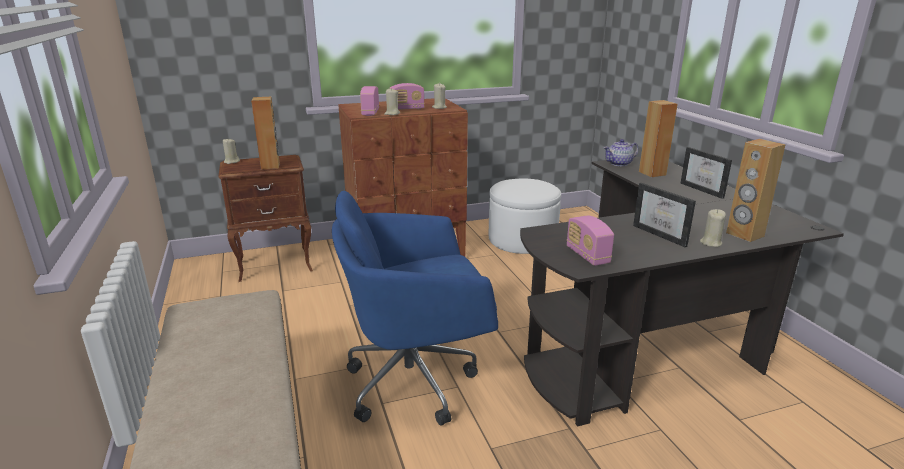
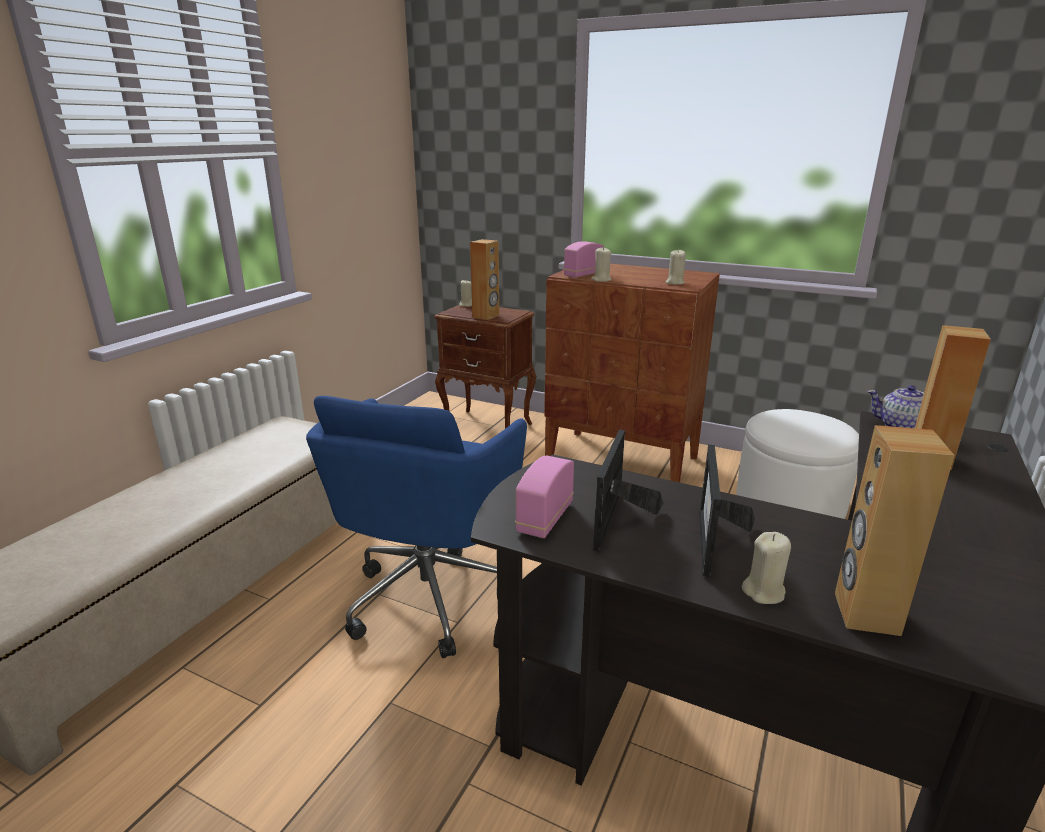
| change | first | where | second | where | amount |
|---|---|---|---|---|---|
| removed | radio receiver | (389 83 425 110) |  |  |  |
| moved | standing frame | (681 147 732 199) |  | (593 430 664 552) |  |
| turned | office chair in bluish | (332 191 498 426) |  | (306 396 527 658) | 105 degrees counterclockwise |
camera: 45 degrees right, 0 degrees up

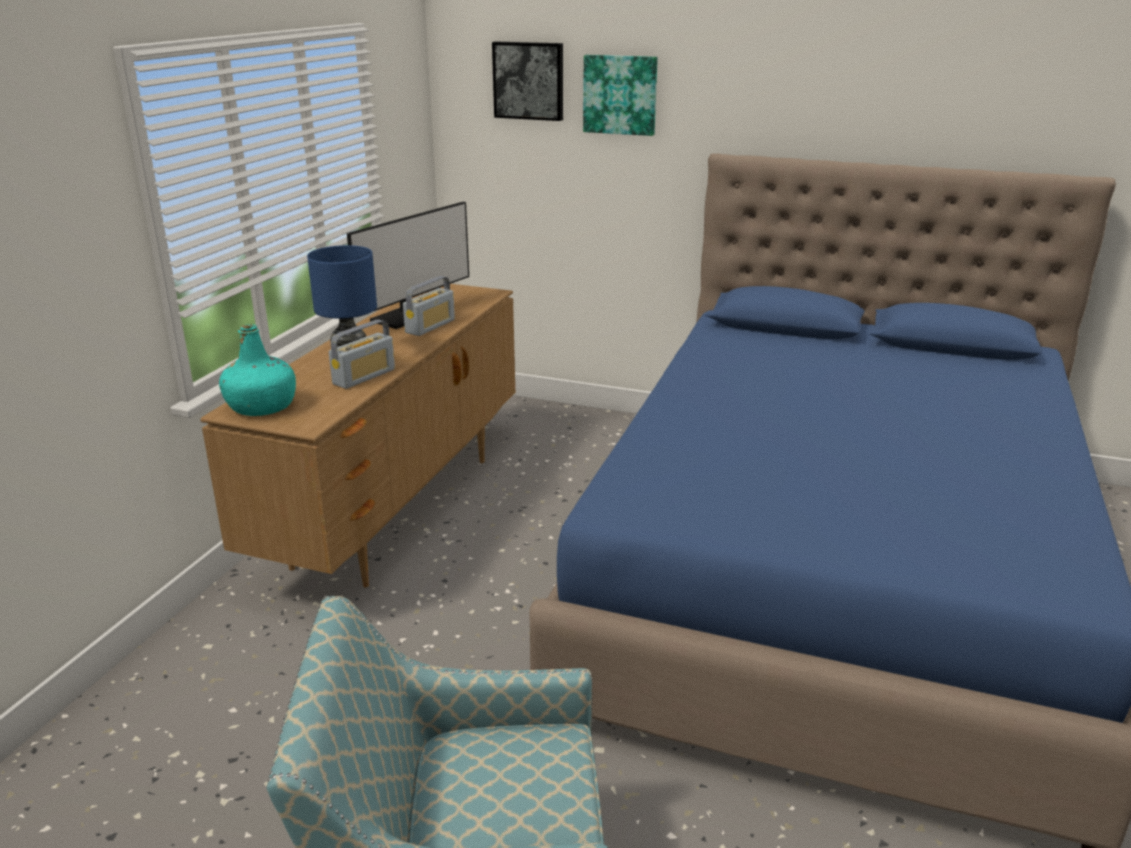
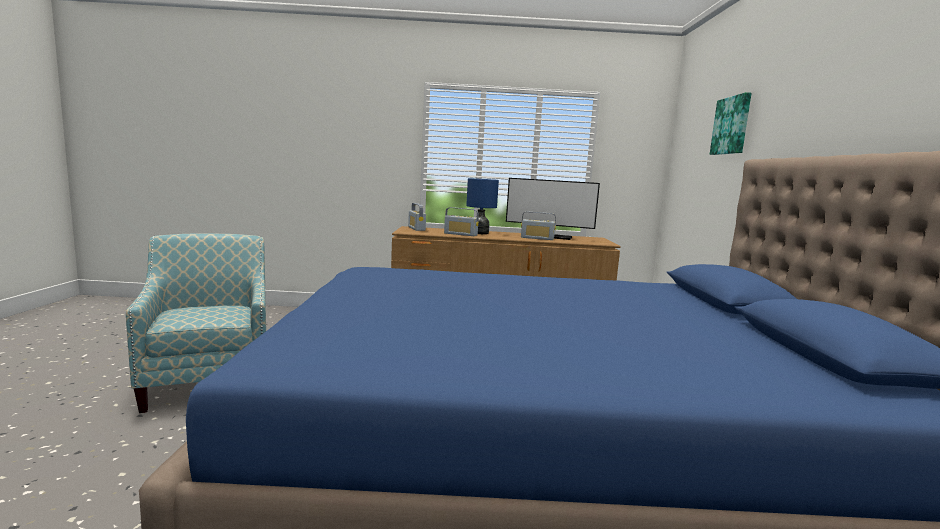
| change | first | where | second | where | amount |
|---|---|---|---|---|---|
| removed | picture | (492 41 563 121) |  |  |  |
| replaced | beverage bottle in blue-green | (219 324 296 416) | radio receiver | (408 203 426 231) |  |
camera: 70 degrees right, 15 degrees down

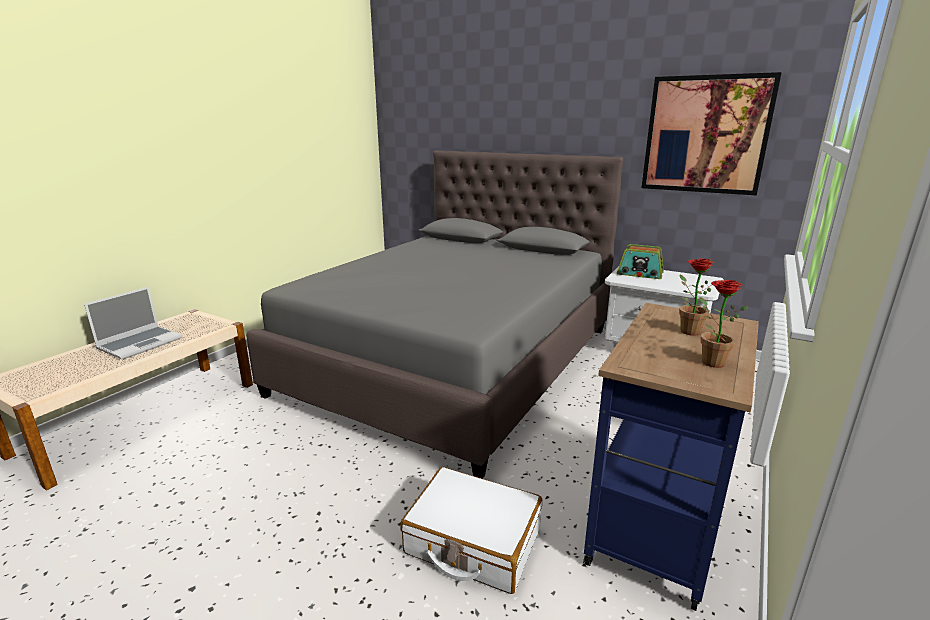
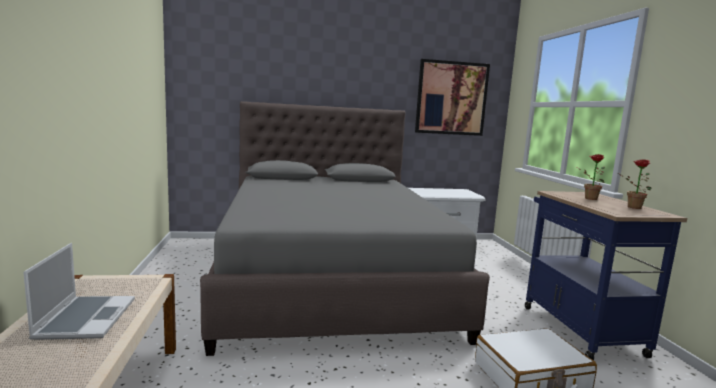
| change | first | where | second | where | amount |
|---|---|---|---|---|---|
| removed | radio receiver | (617 244 664 279) |  |  |  |
camera: 40 degrees left, 10 degrees down

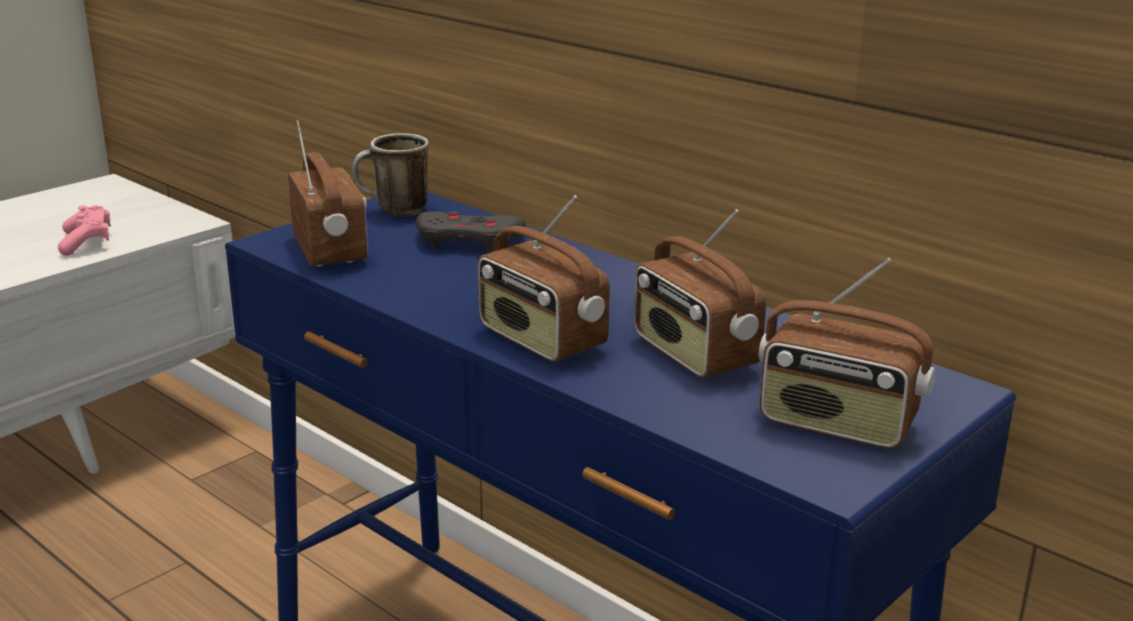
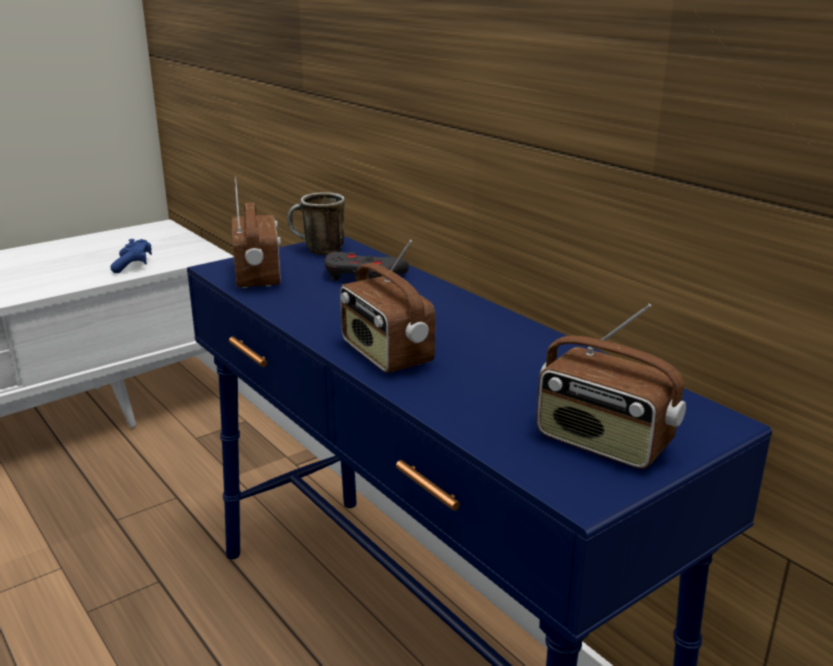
| change | first | where | second | where | amount |
|---|---|---|---|---|---|
| recoloured | gamepad in pinkish | (58 205 111 256) | gamepad in bluish | (110 239 152 273) |  |
| removed | radio receiver | (634 209 766 378) |  |  |  |
camera: 10 degrees right, 0 degrees up

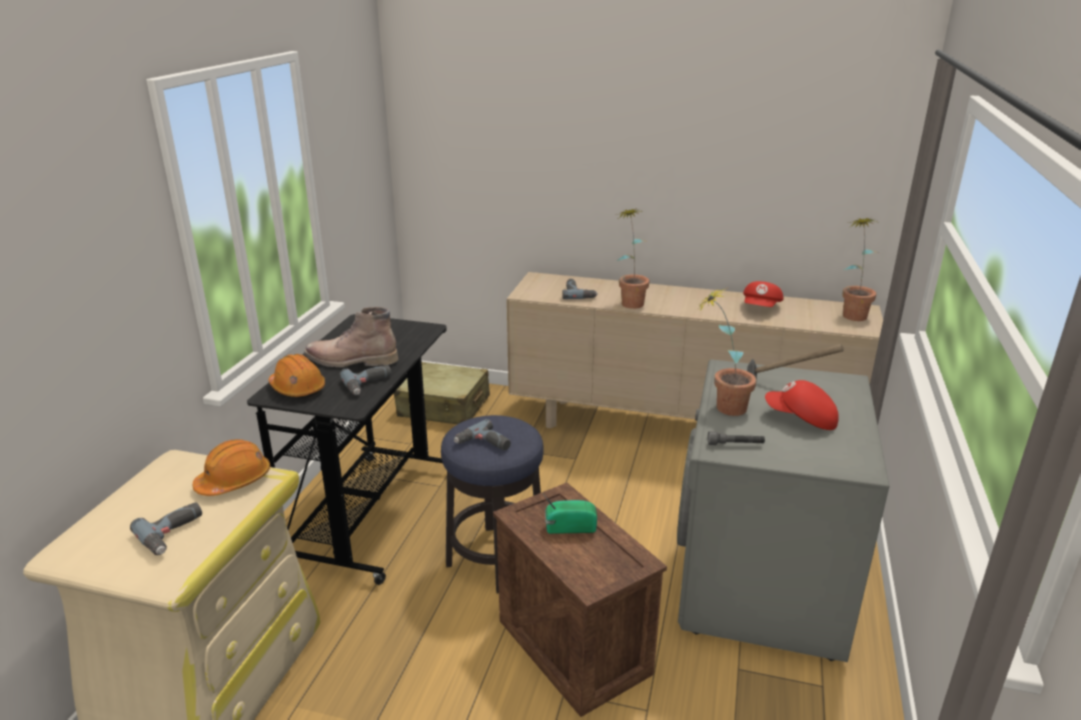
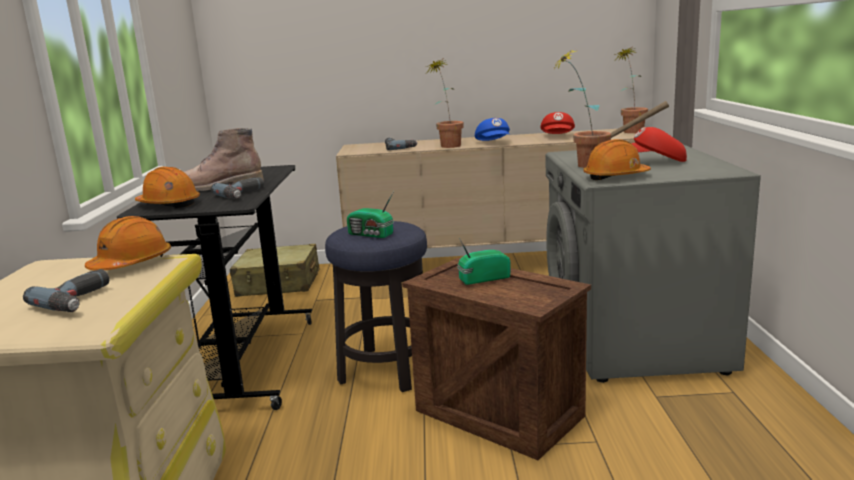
| change | first | where | second | where | amount |
|---|---|---|---|---|---|
| replaced | electric drill | (454 419 511 450) | radio receiver | (347 191 394 238) |  |
| replaced | flashlight in gray | (708 431 765 445) | safety helmet in orangey | (583 139 651 180) |  |
| added |  |  | cap in bluish | (475 118 510 141) |  |
camera: 15 degrees left, 10 degrees down

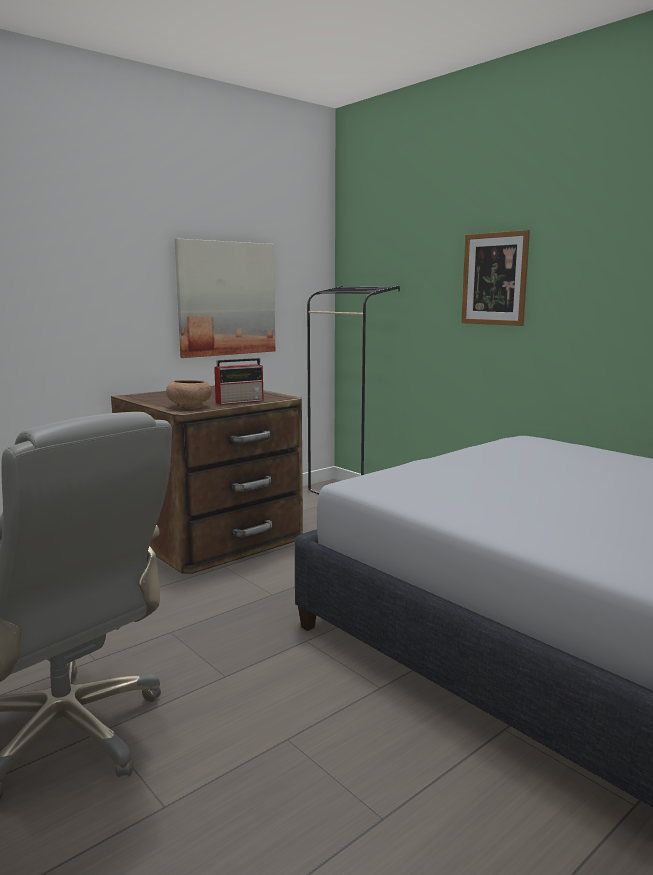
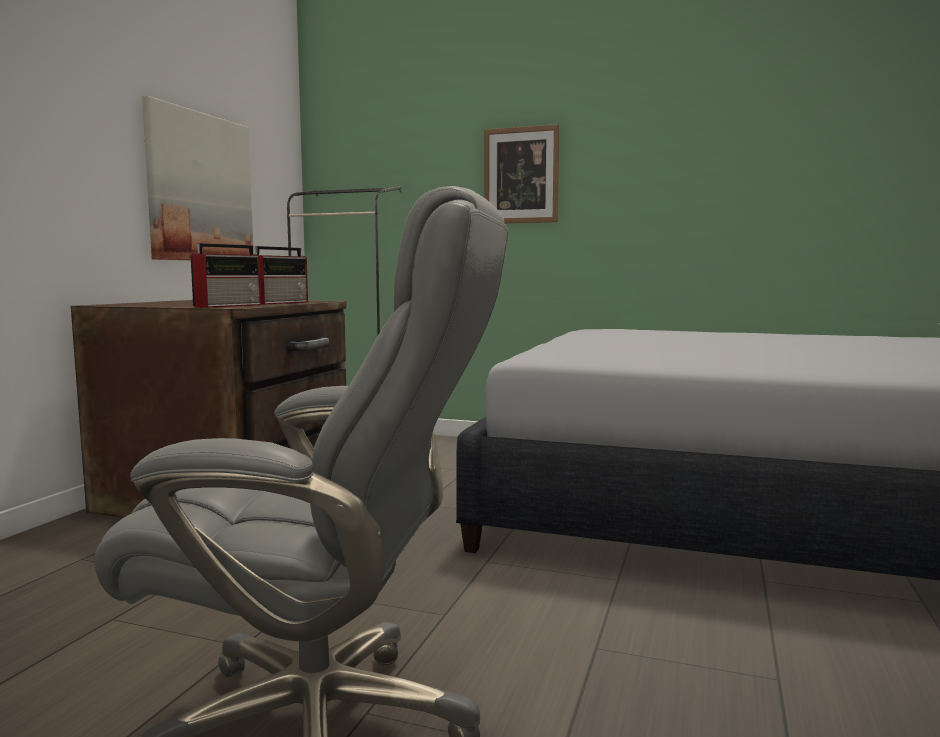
| change | first | where | second | where | amount |
|---|---|---|---|---|---|
| replaced | serving bowl in brown-coloured | (166 380 212 409) | radio receiver | (190 243 261 308) |  |
camera: 30 degrees left, 5 degrees down

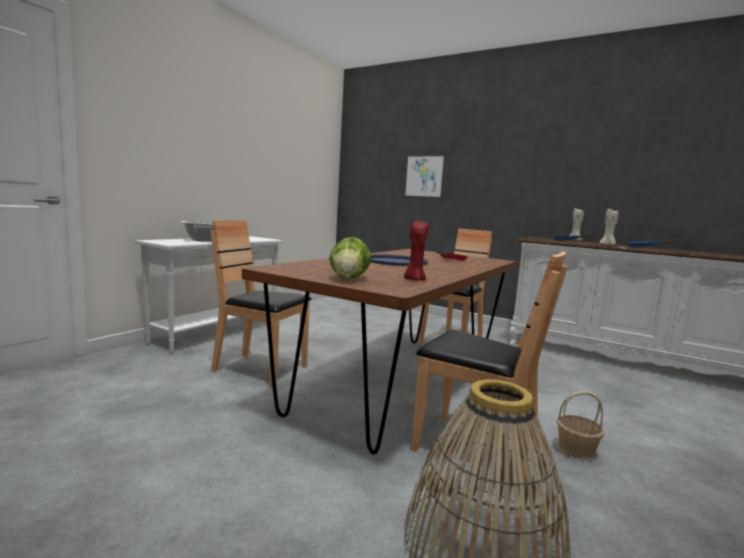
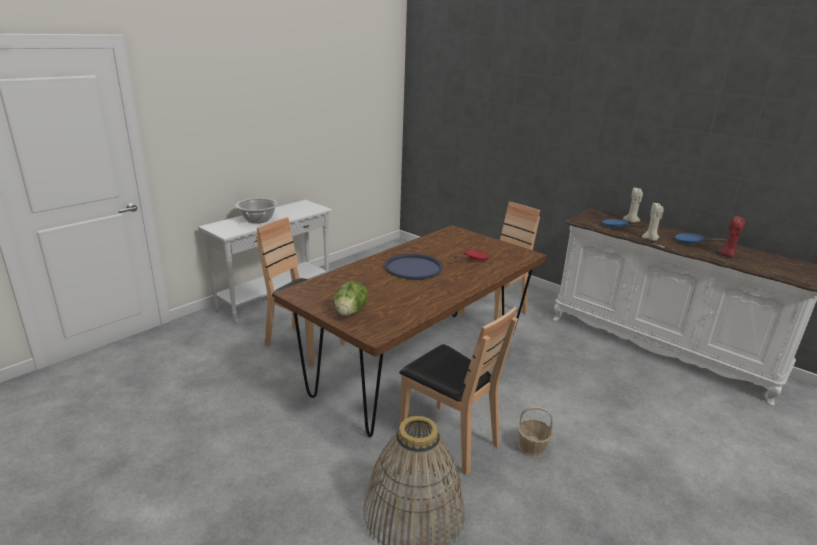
| change | first | where | second | where | amount |
|---|---|---|---|---|---|
| removed | picture | (403 153 447 200) |  |  |  |
| moved | wax light in red | (404 221 429 280) |  | (720 216 746 258) |  |
camera: 10 degrees right, 15 degrees up

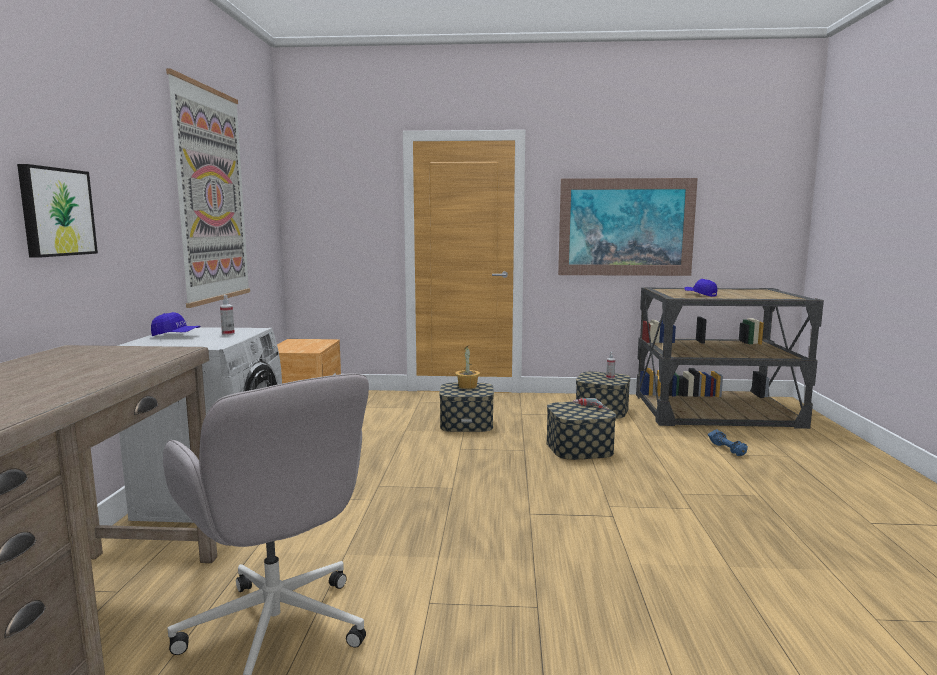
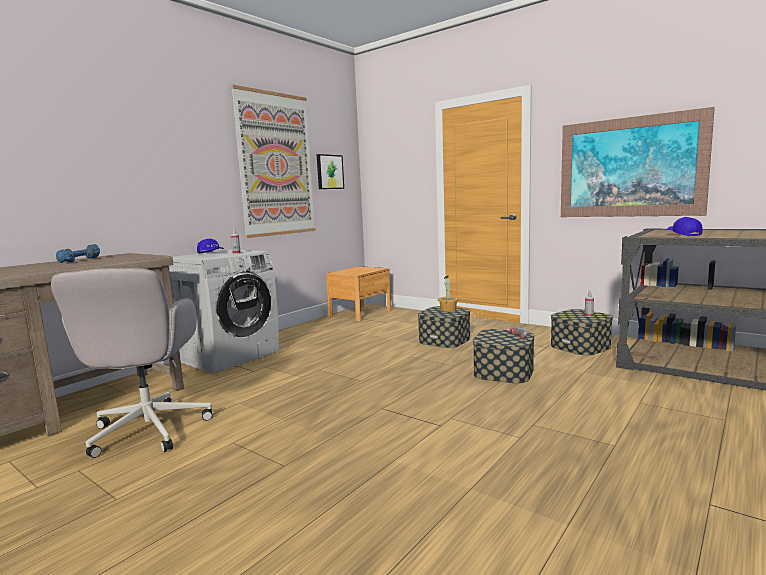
| change | first | where | second | where | amount |
|---|---|---|---|---|---|
| moved | picture | (17 164 98 258) |  | (316 154 344 189) |  |
| moved | dumbbell in bluish | (708 429 748 456) |  | (56 244 100 263) |  |
camera: 35 degrees right, 0 degrees up

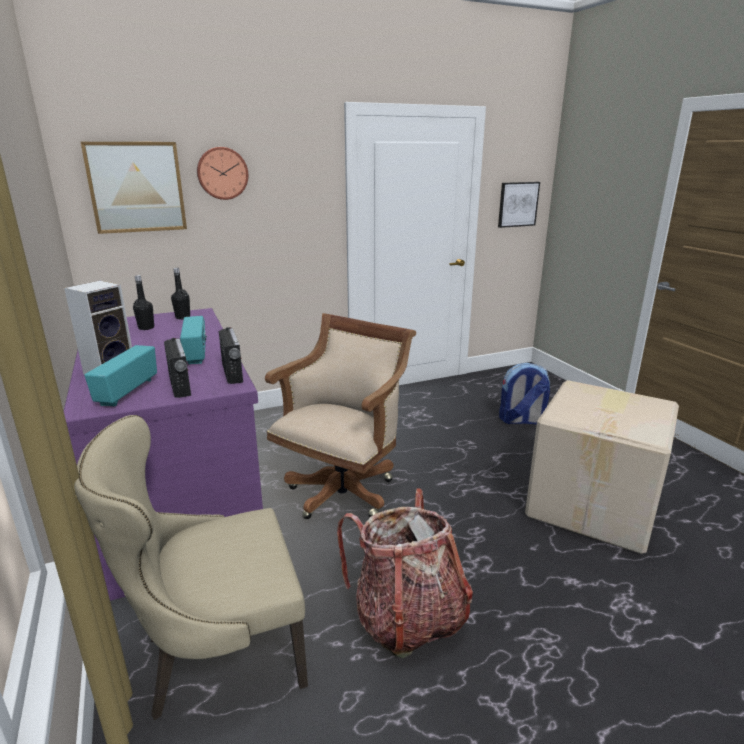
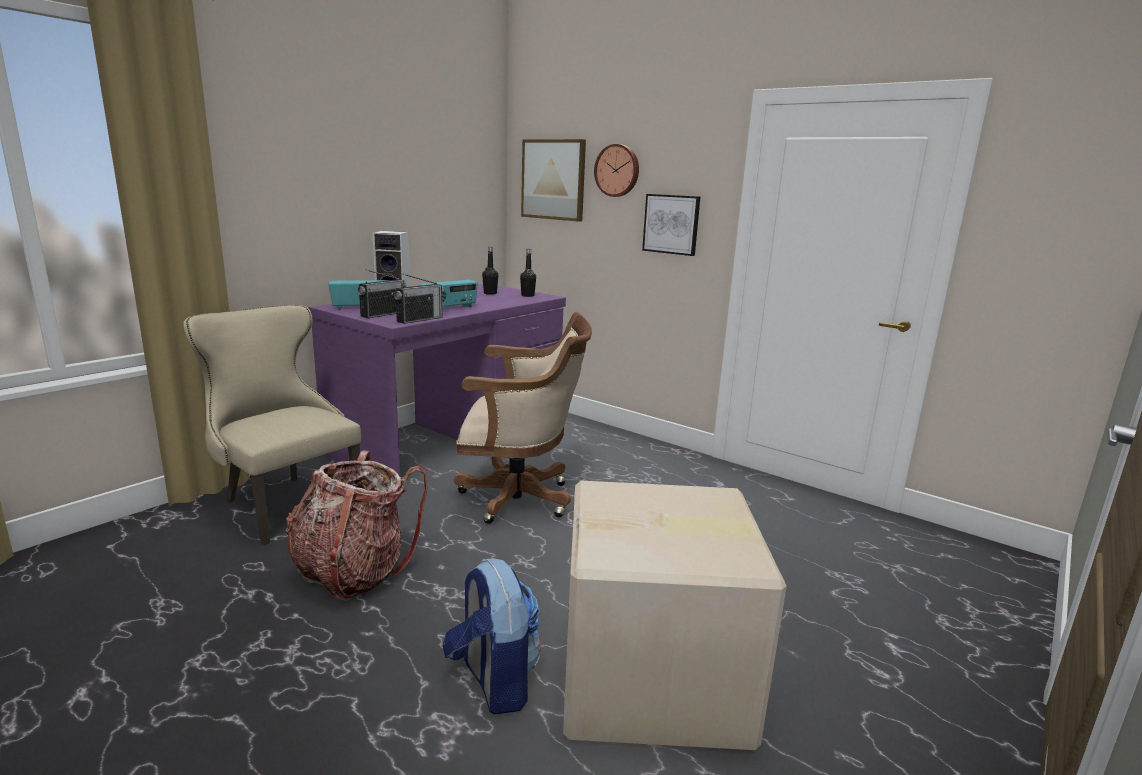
| change | first | where | second | where | amount |
|---|---|---|---|---|---|
| moved | picture | (498 182 540 228) |  | (642 194 700 256) |  |
| moved | backpack | (499 363 550 424) |  | (443 558 541 714) |  |
camera: 60 degrees right, 5 degrees down

